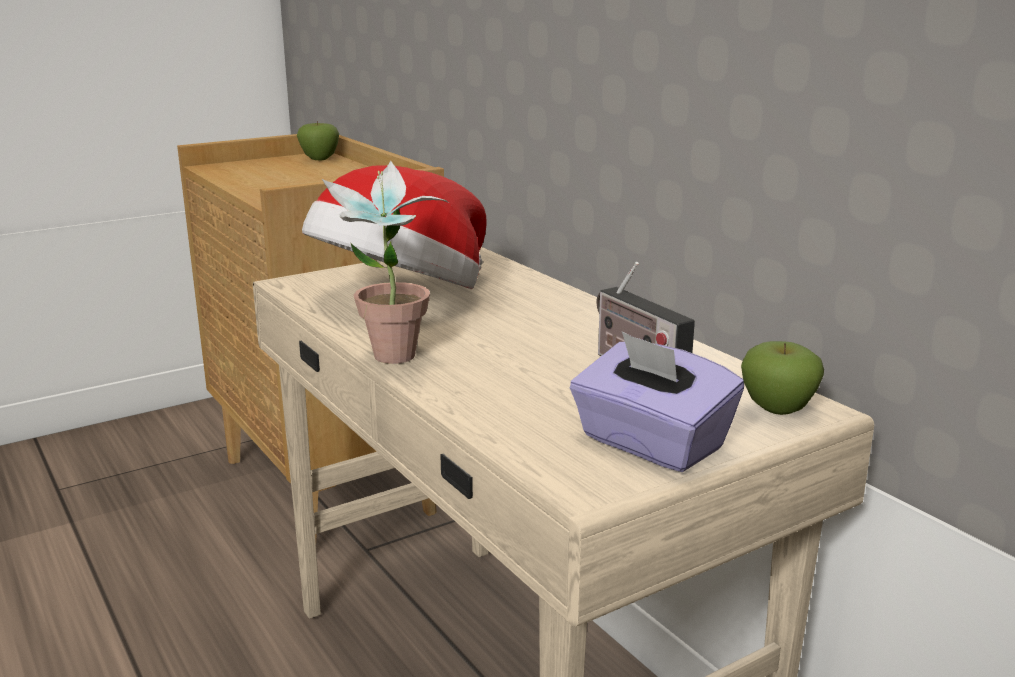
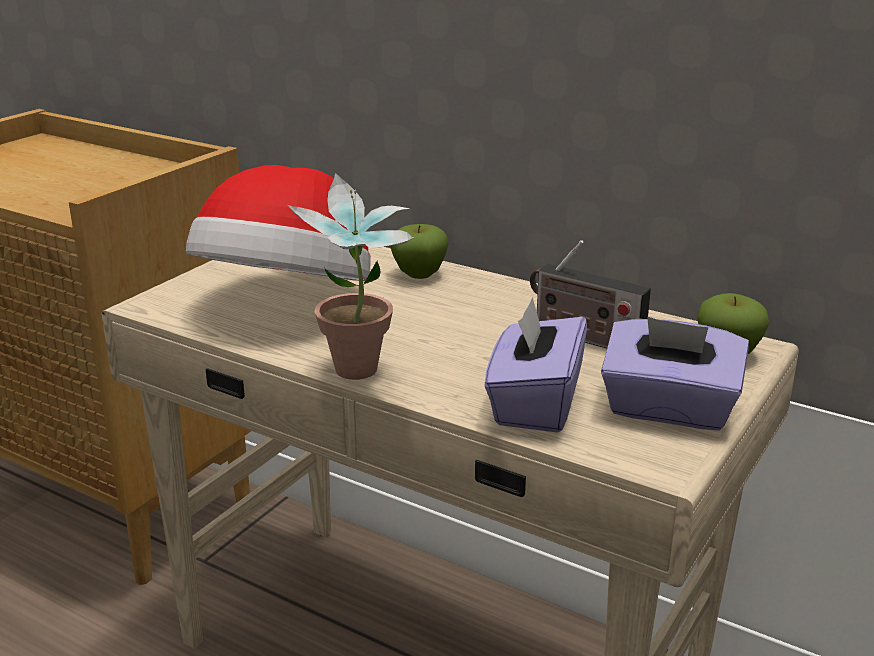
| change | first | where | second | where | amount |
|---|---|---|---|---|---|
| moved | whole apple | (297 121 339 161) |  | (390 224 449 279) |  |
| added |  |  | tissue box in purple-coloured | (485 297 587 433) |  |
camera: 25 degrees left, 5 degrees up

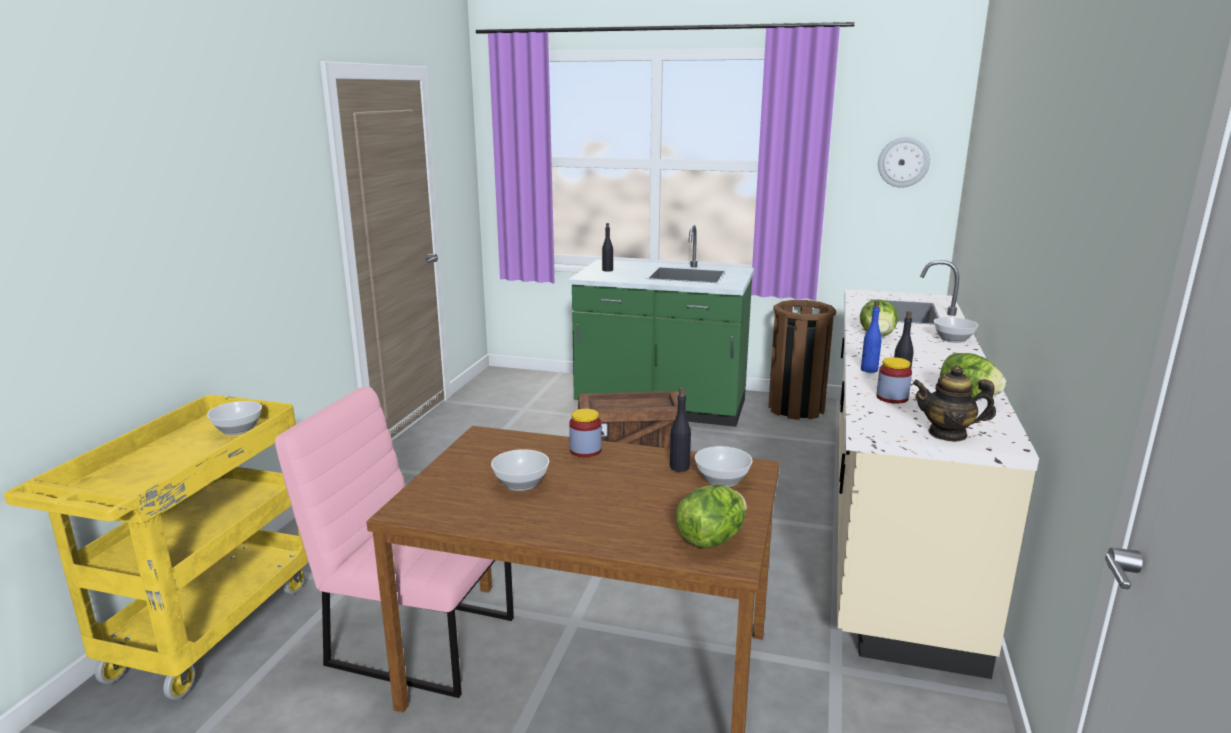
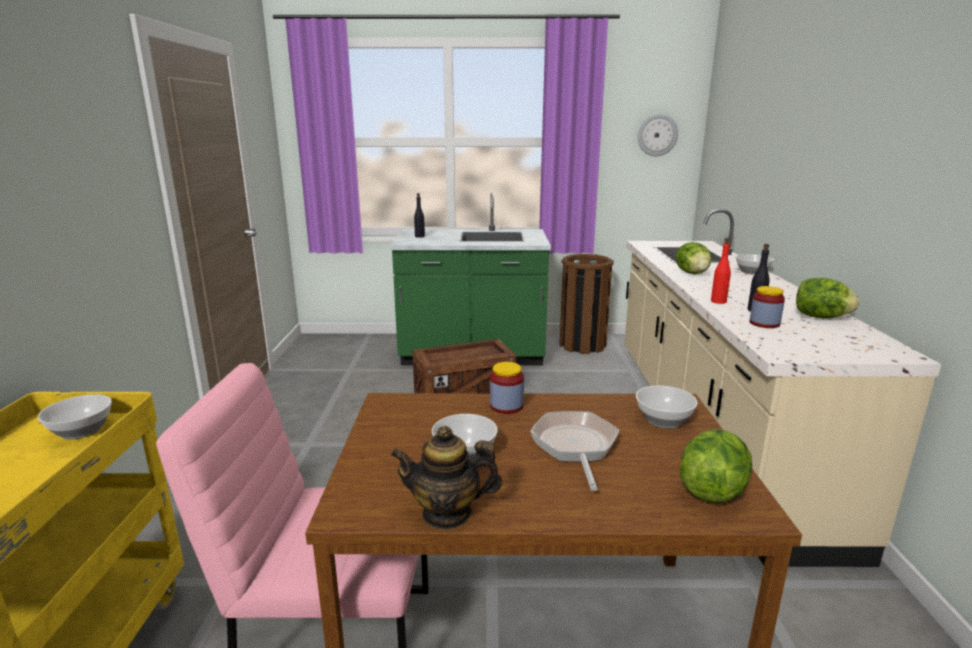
| change | first | where | second | where | amount |
|---|---|---|---|---|---|
| recoloured | beverage bottle in bluish | (861 301 882 373) | beverage bottle in red | (711 238 731 304) |  |
| moved | tea pot | (912 365 996 442) |  | (391 426 502 530) |  |
| removed | beverage bottle in black | (670 388 691 472) |  |  |  |
| added |  |  | frying pan | (530 411 619 491) |  |
camera: 15 degrees left, 0 degrees up

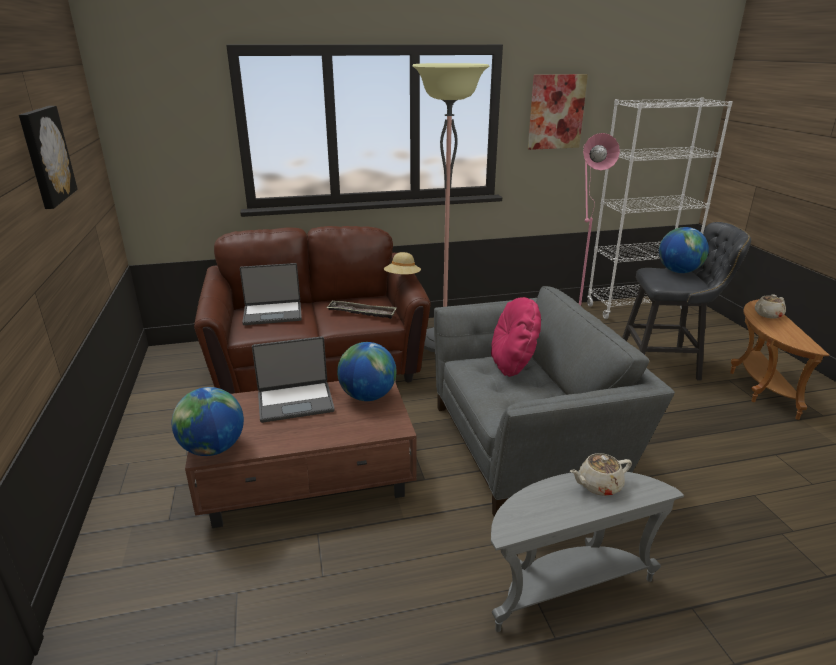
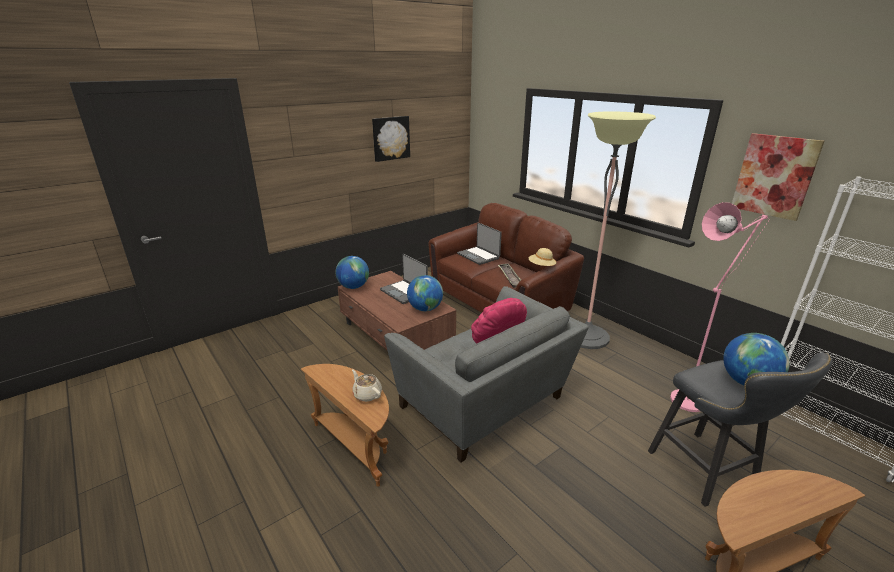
| change | first | where | second | where | amount |
|---|---|---|---|---|---|
| removed | tea pot in sand-coloured | (755 294 786 319) |  |  |  |
| recoloured | end table in gray | (491 472 684 632) | end table in brown-coloured | (301 364 389 487) |  |
camera: 65 degrees right, 0 degrees up

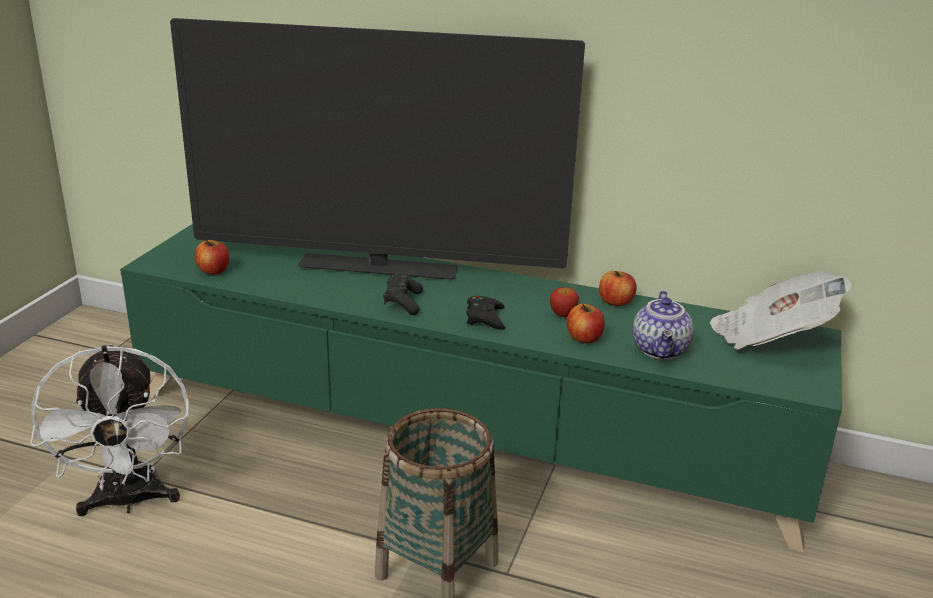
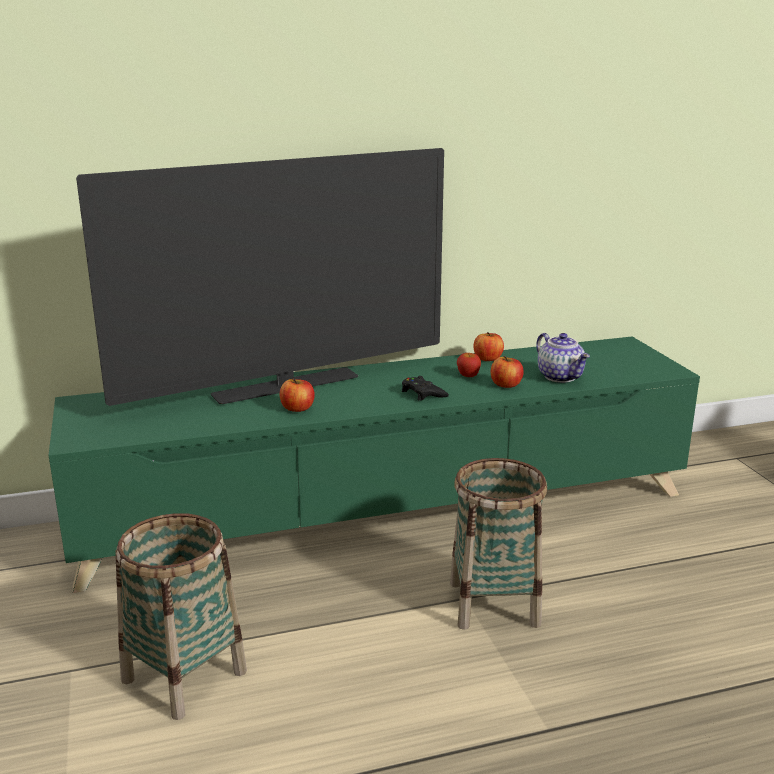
| change | first | where | second | where | amount |
|---|---|---|---|---|---|
| moved | whole apple | (195 240 229 274) |  | (280 379 315 412) |  |
| removed | newspaper | (709 271 853 350) |  |  |  |
| removed | gamepad in black | (383 274 423 315) |  |  |  |
| replaced | electric fan in white-coloured | (30 344 190 516) | basket | (115 513 247 720) |  |
camera: 35 degrees left, 5 degrees down

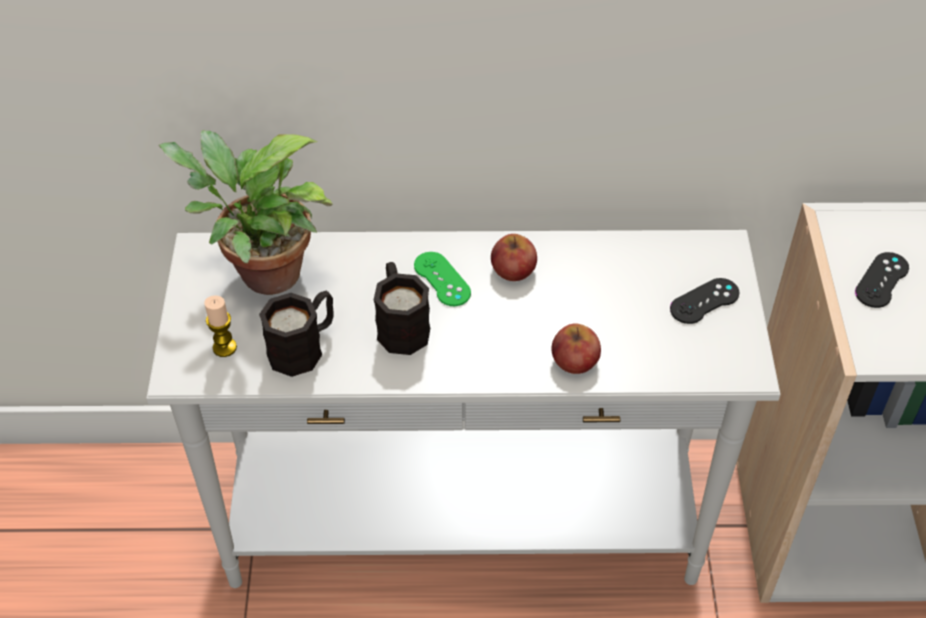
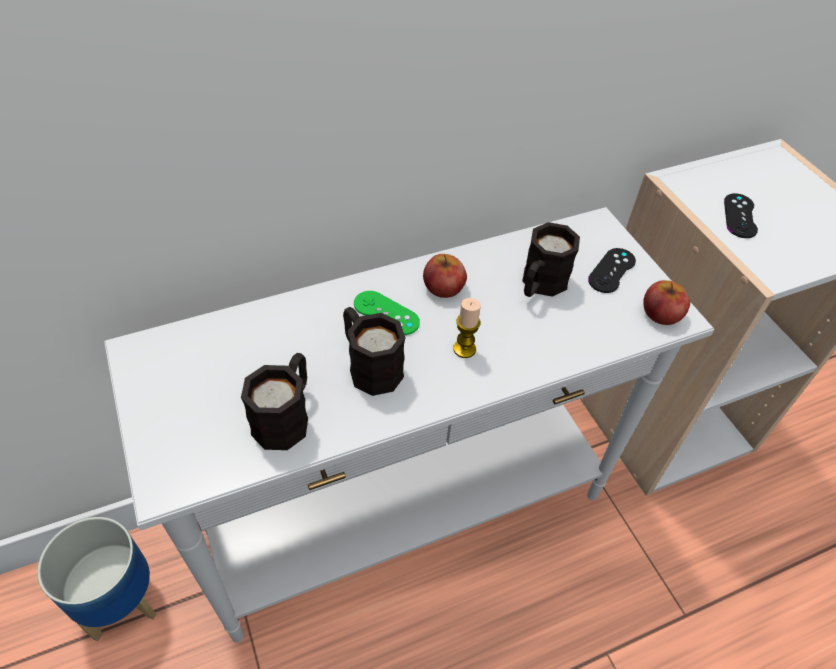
| change | first | where | second | where | amount |
|---|---|---|---|---|---|
| removed | plant in a pot | (159 131 333 295) |  |  |  |
| moved | wax light | (204 295 237 357) |  | (453 298 481 358) |  |
| moved | whole apple | (552 323 601 374) |  | (643 280 690 325) |  |
| added |  |  | mug in black | (522 222 580 297) |  |
| added |  |  | flower pot | (37 517 156 642) |  |
camera: 25 degrees left, 0 degrees up

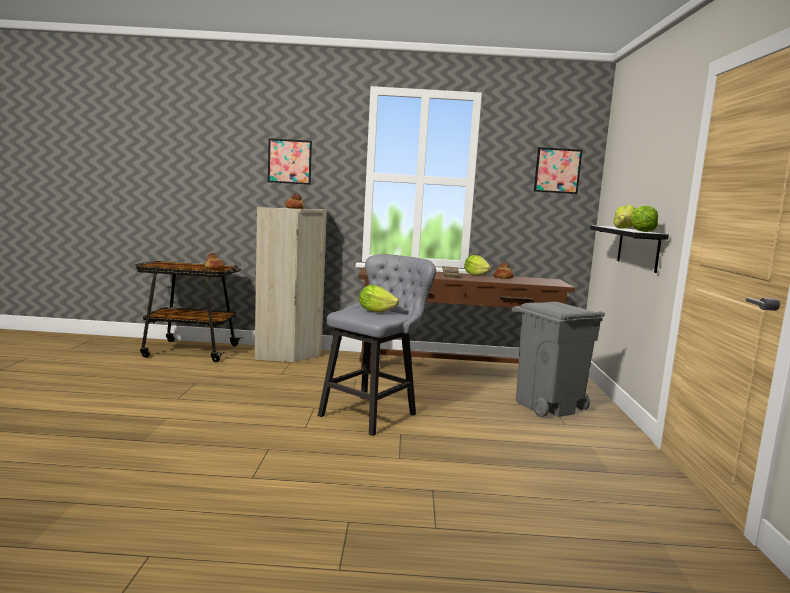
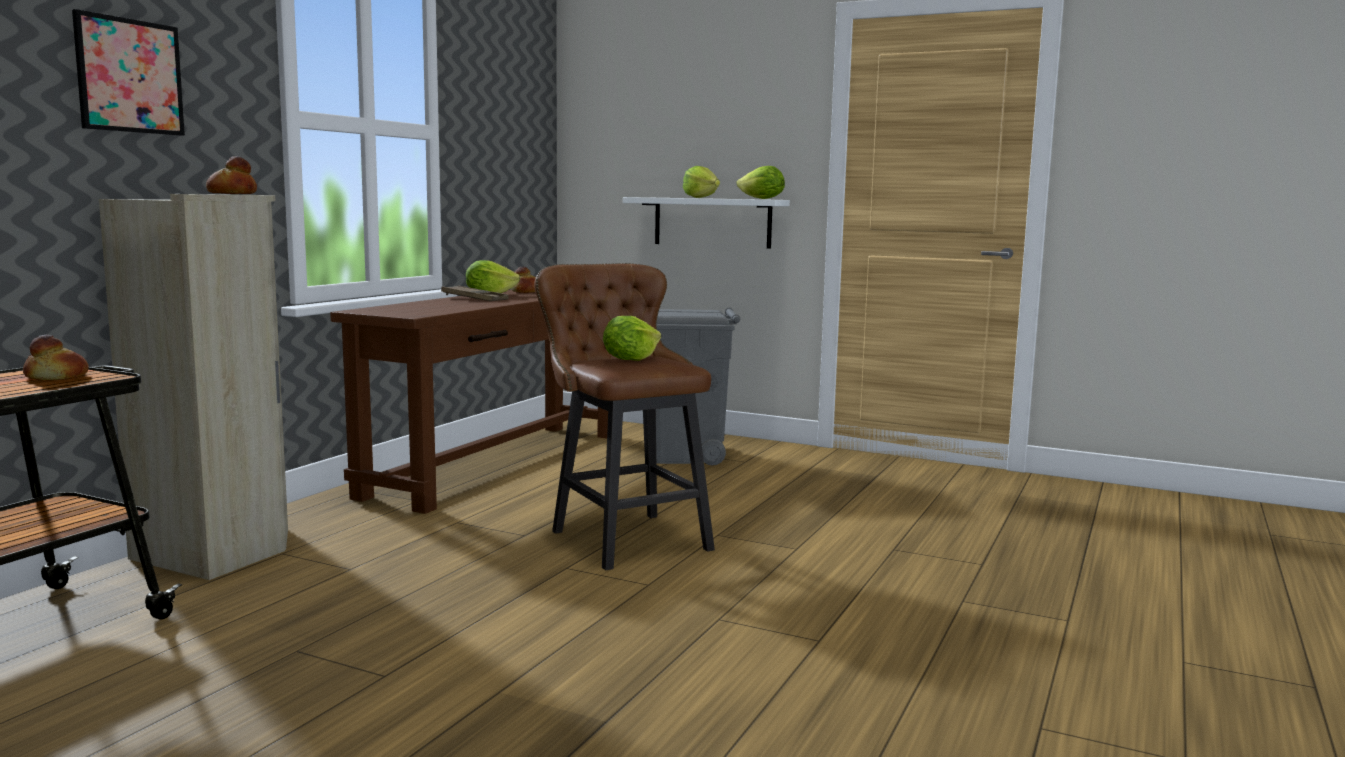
| change | first | where | second | where | amount |
|---|---|---|---|---|---|
| removed | picture | (534 147 582 194) |  |  |  |
| recoloured | shelf in black | (590 225 669 273) | shelf in white-coloured | (623 197 790 249) |  |
| recoloured | stool in gray | (318 254 436 436) | stool in brown-coloured | (534 263 715 570) |  |
camera: 65 degrees left, 0 degrees up

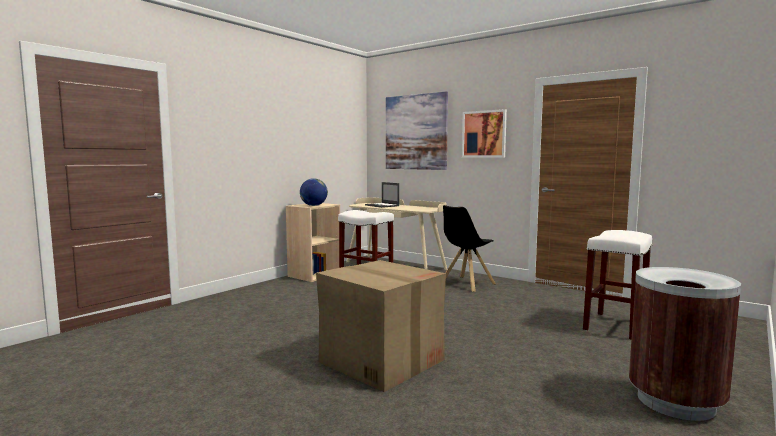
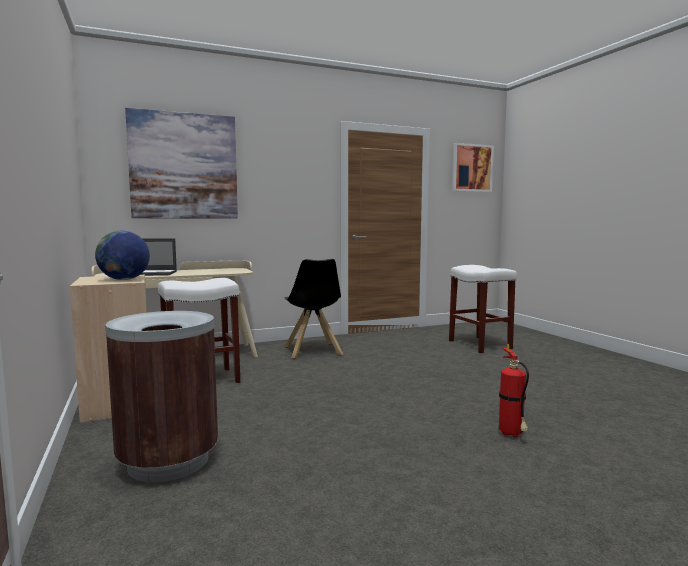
| change | first | where | second | where | amount |
|---|---|---|---|---|---|
| moved | picture | (462 109 507 157) |  | (452 143 494 192) |  |
| replaced | cardboard box | (316 260 446 392) | fire-fighting cylinder | (499 344 529 437) |  |
| moved | waste bin in brown-coloured | (629 267 741 421) |  | (106 311 218 482) |  |
camera: 60 degrees left, 0 degrees up

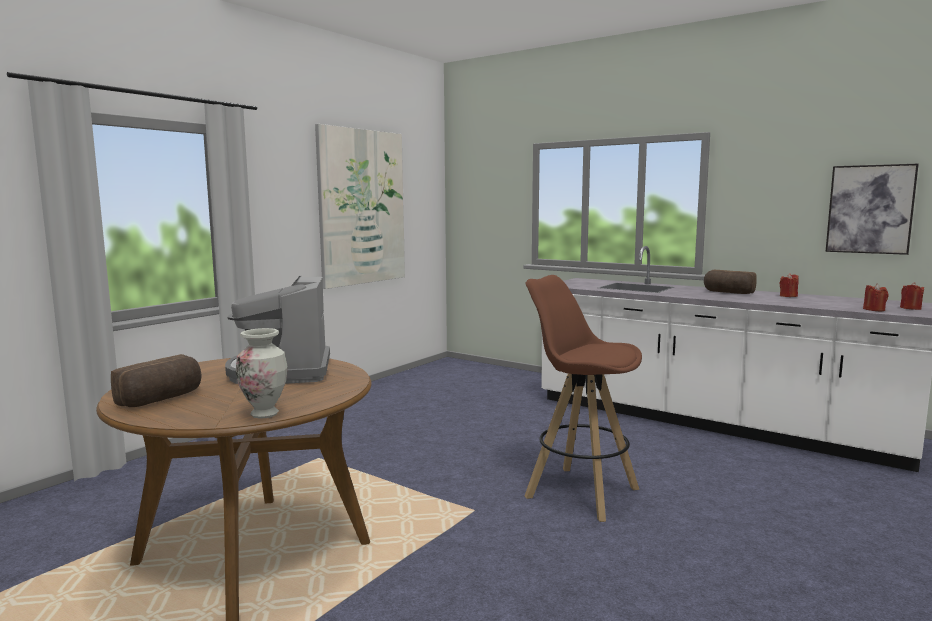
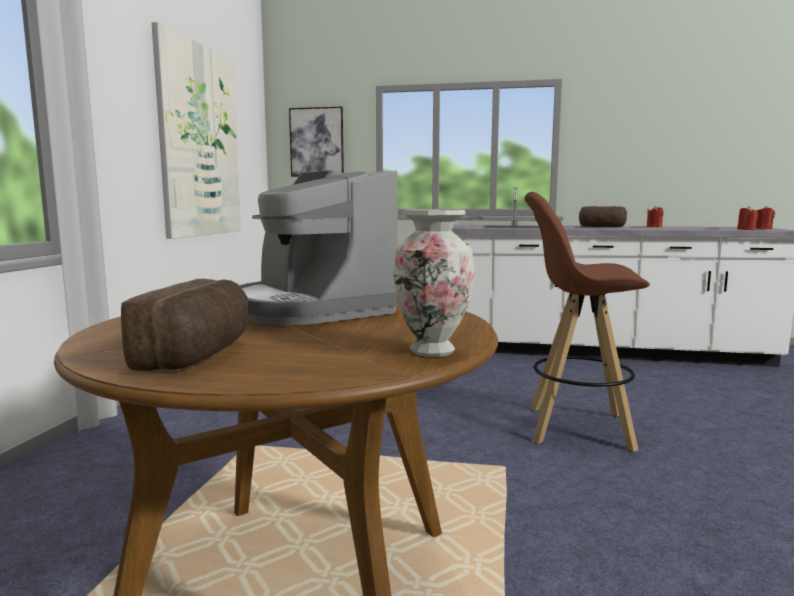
| change | first | where | second | where | amount |
|---|---|---|---|---|---|
| moved | picture | (825 164 919 255) |  | (289 107 344 177) |  |
camera: 25 degrees left, 0 degrees up

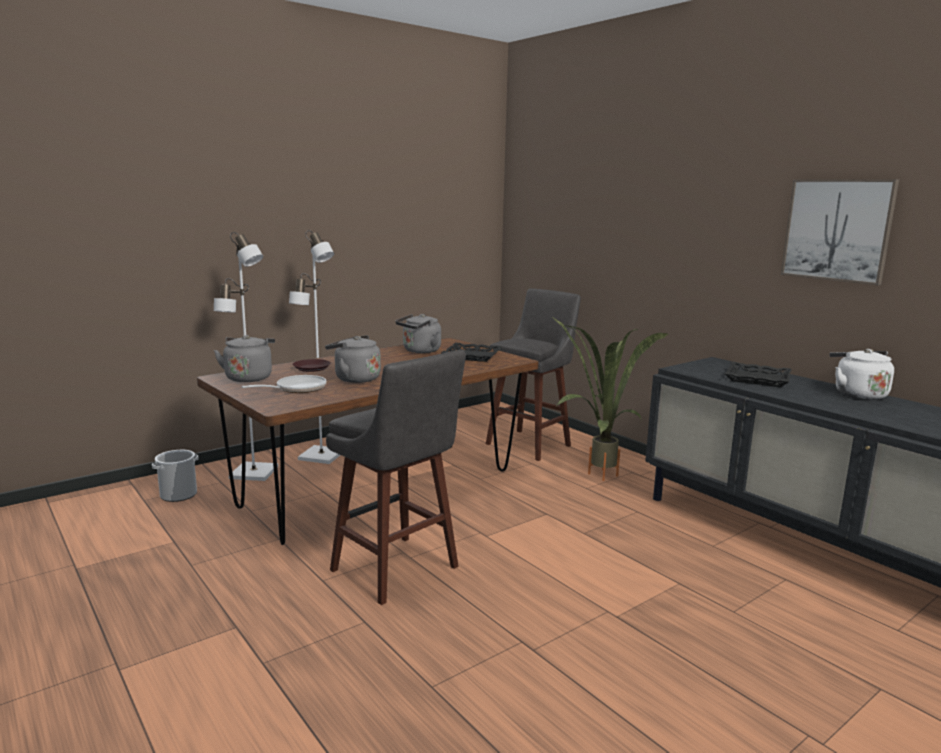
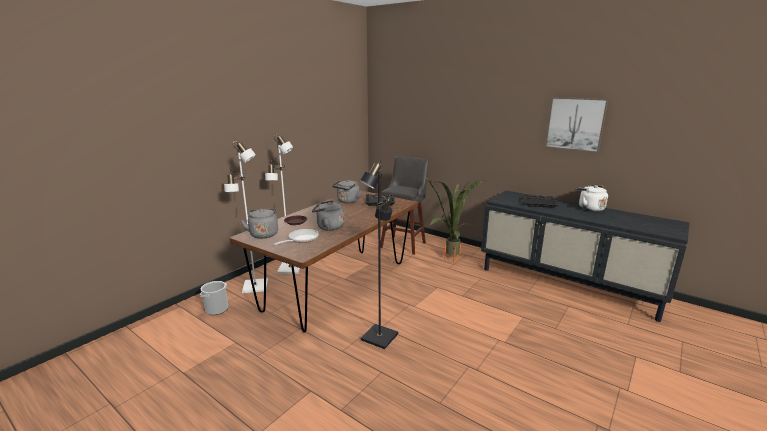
| change | first | where | second | where | amount |
|---|---|---|---|---|---|
| replaced | stool in gray | (326 350 466 605) | floor lamp in black | (359 160 398 349) |  |
camera: 15 degrees left, 5 degrees up

